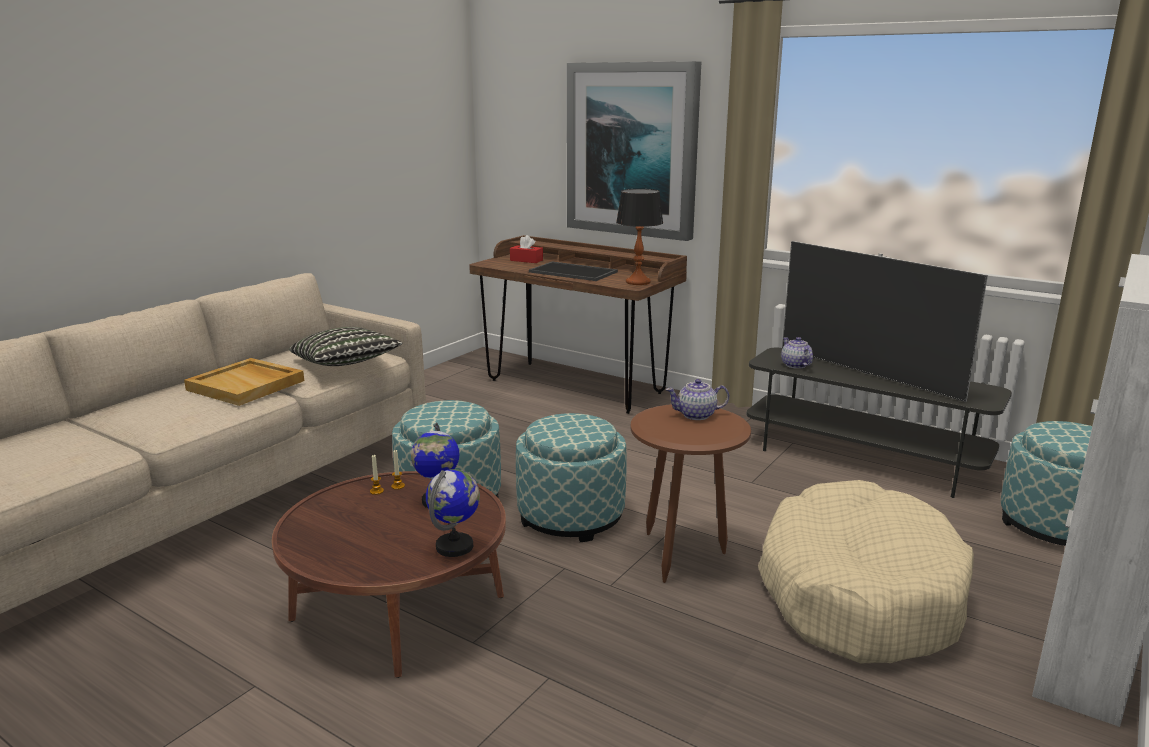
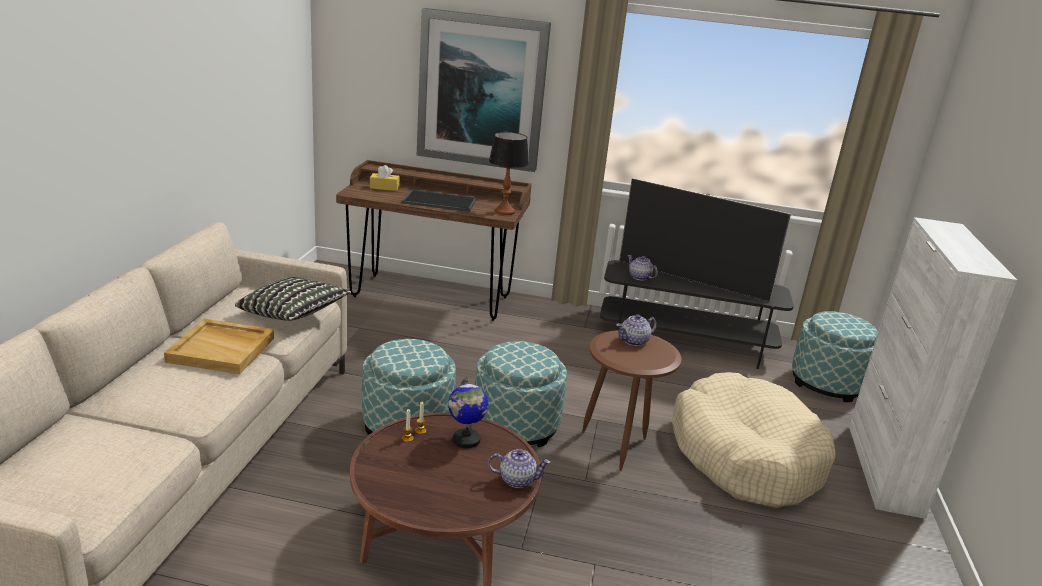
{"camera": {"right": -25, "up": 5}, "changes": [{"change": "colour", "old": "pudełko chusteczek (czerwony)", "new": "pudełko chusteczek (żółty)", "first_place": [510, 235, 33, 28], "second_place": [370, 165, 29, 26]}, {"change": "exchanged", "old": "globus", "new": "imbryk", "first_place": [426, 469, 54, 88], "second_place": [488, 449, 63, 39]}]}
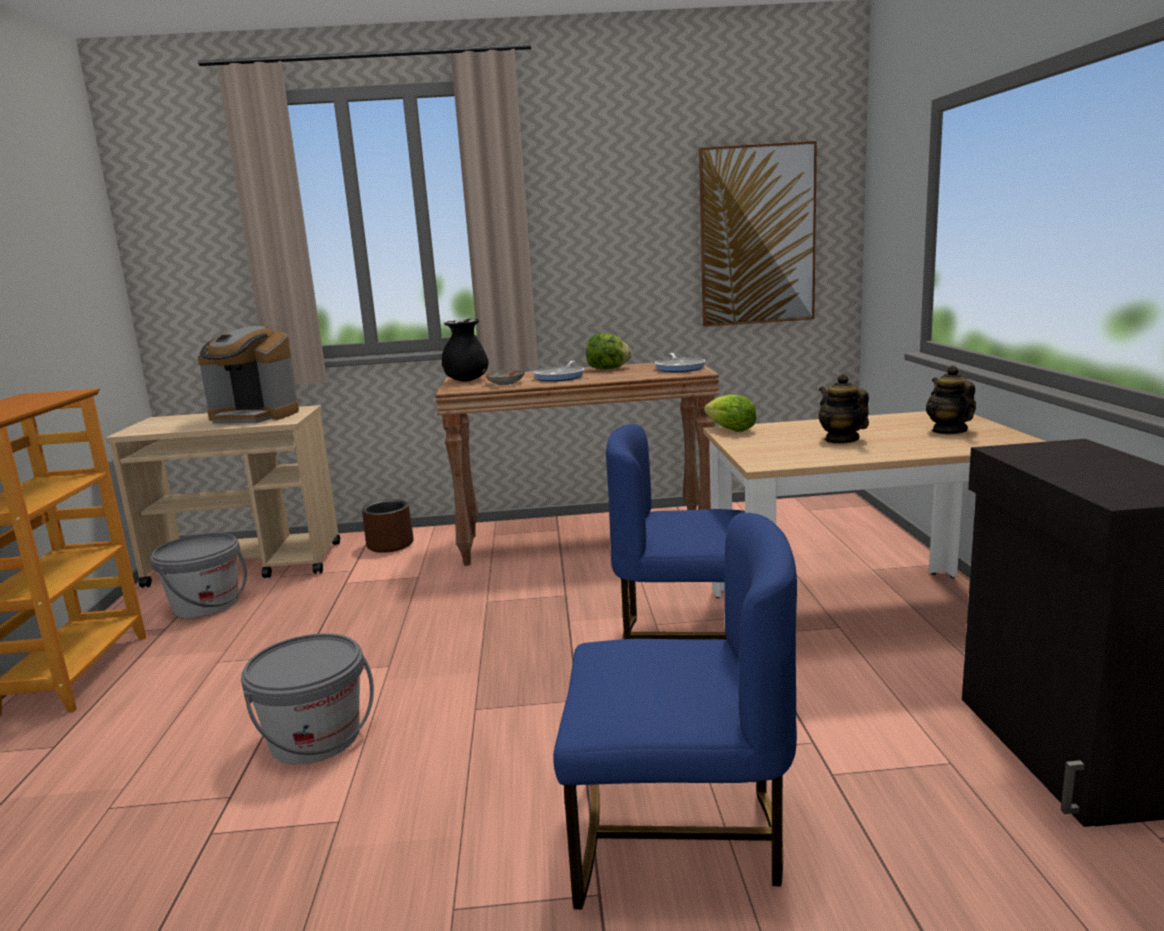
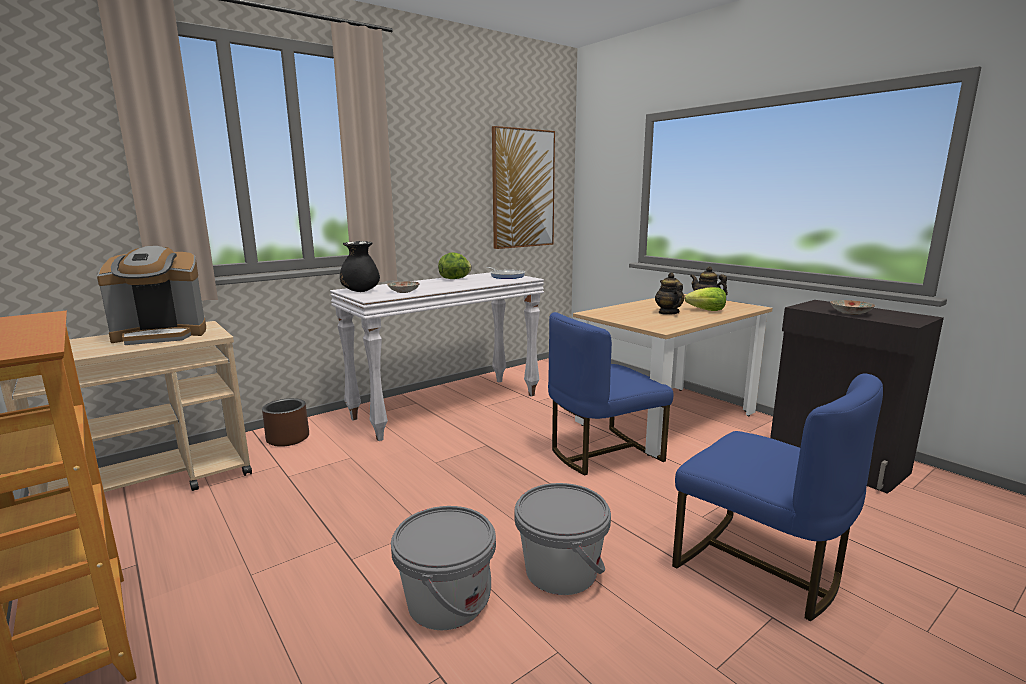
{"camera": {"right": -35, "up": 0}, "changes": [{"change": "missing", "old": "patelnia", "first_place": [533, 361, 51, 20]}, {"change": "colour", "old": "stolik konsolowy (brązowy)", "new": "stolik konsolowy (biały)", "first_place": [435, 363, 284, 203], "second_place": [330, 273, 214, 168]}, {"change": "spun", "old": "imbryk", "first_place": [819, 374, 50, 70], "second_place": [655, 272, 30, 43], "degrees": 45}, {"change": "relocated", "old": "sałata", "first_place": [704, 394, 53, 38], "second_place": [685, 287, 41, 24]}, {"change": "spun", "old": "krzesło (niebieski)", "first_place": [553, 513, 244, 396], "second_place": [672, 373, 211, 248], "degrees": 75}, {"change": "relocated", "old": "wiadro (szary)", "first_place": [150, 533, 97, 85], "second_place": [514, 483, 97, 112]}, {"change": "appeared", "new": "talerz", "second_place": [830, 300, 45, 15]}]}
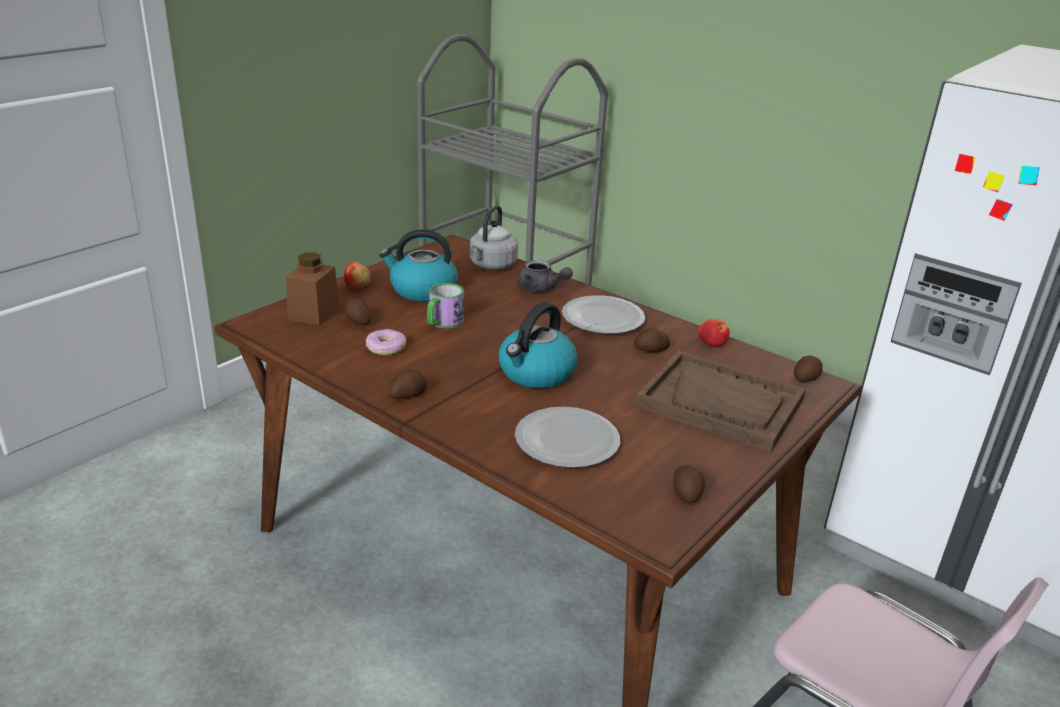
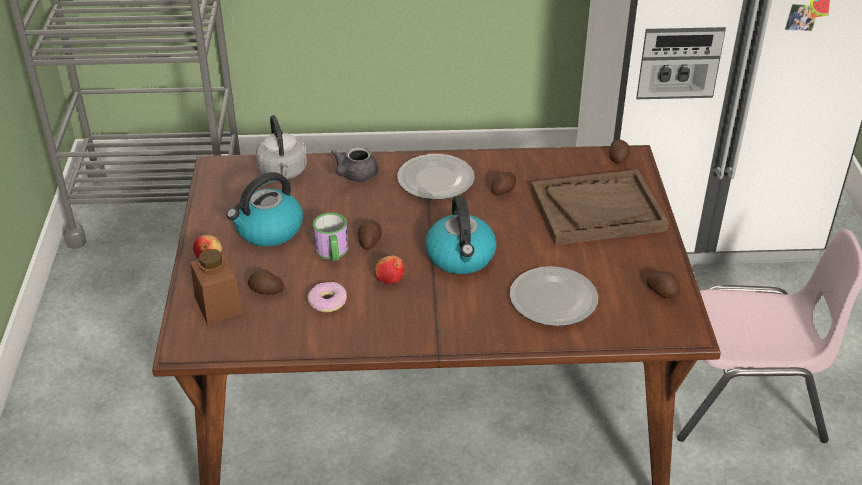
{"camera": {"right": -40, "up": 10}, "changes": [{"change": "spun", "old": "imbryk (szary)", "first_place": [518, 260, 55, 32], "second_place": [331, 147, 47, 34], "degrees": 120}, {"change": "relocated", "old": "jabłko", "first_place": [698, 319, 31, 28], "second_place": [375, 255, 30, 29]}, {"change": "relocated", "old": "ziemniak", "first_place": [389, 369, 38, 30], "second_place": [358, 220, 24, 29]}]}
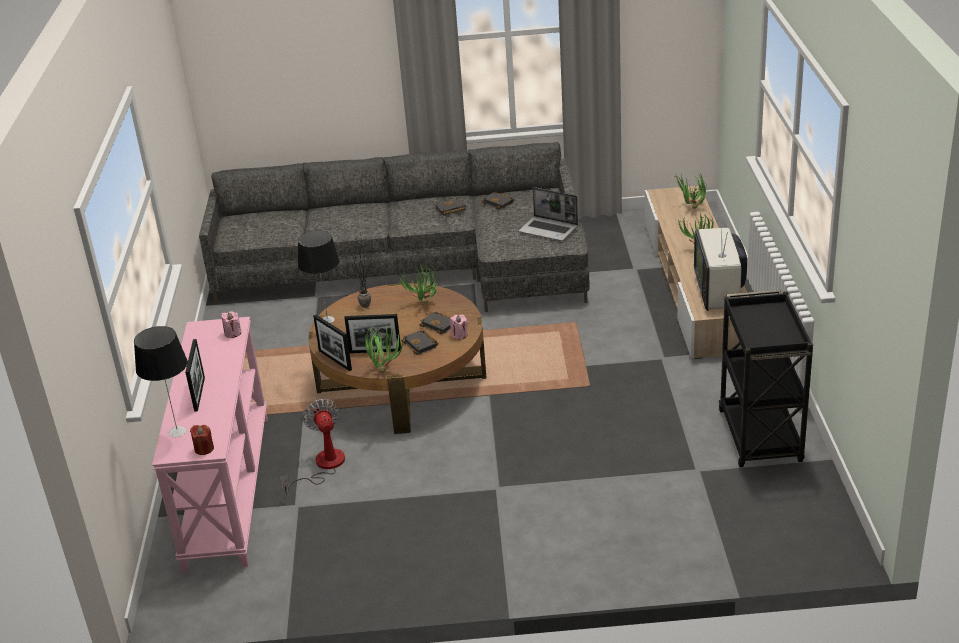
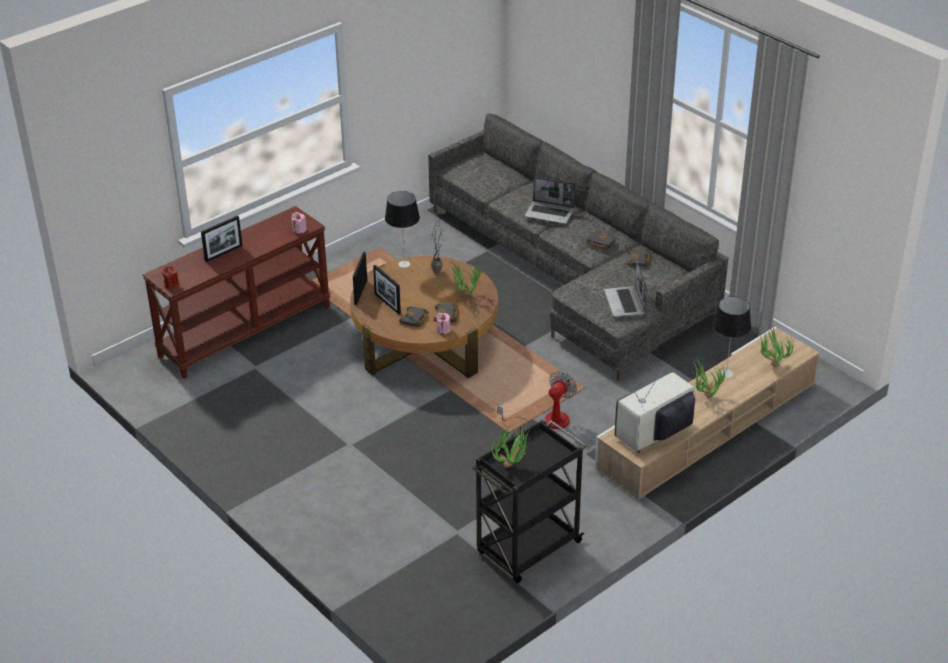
{"camera": {"right": 50, "up": 5}, "changes": [{"change": "colour", "old": "stolik konsolowy (różowy)", "new": "stolik konsolowy (brązowy)", "first_place": [152, 317, 116, 256], "second_place": [143, 206, 188, 173]}, {"change": "relocated", "old": "roślina doniczkowa", "first_place": [365, 324, 40, 49], "second_place": [492, 425, 40, 43]}, {"change": "relocated", "old": "lampa stołowa", "first_place": [134, 326, 54, 111], "second_place": [713, 297, 38, 80]}, {"change": "relocated", "old": "wentylator", "first_place": [280, 399, 65, 95], "second_place": [497, 371, 80, 58]}, {"change": "appeared", "new": "laptop", "second_place": [525, 176, 50, 48]}]}
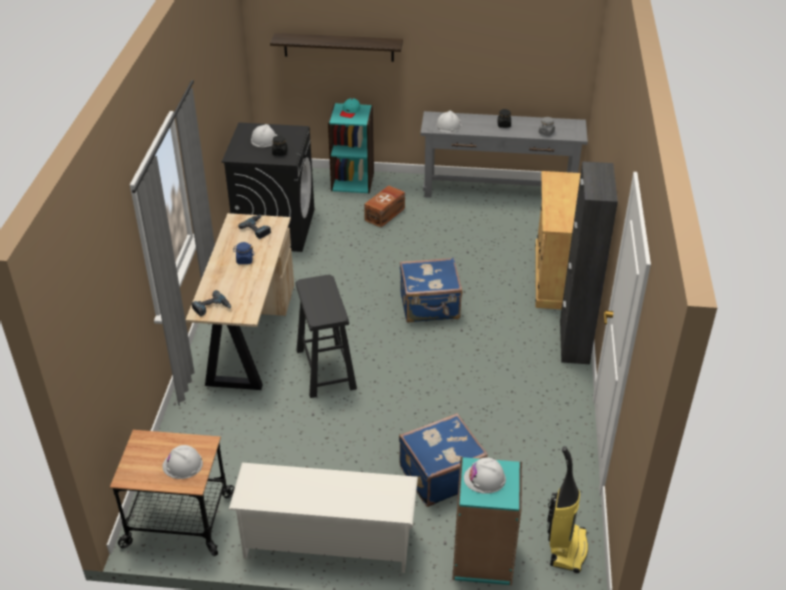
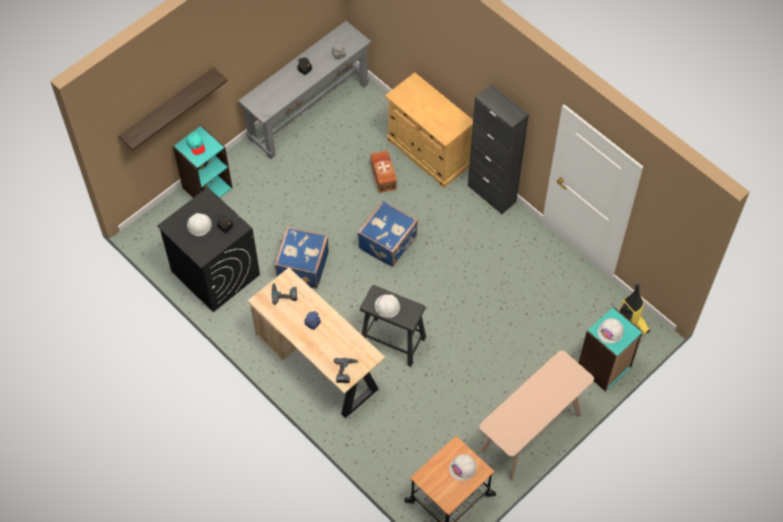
{"camera": {"right": -50, "up": 20}, "changes": [{"change": "relocated", "old": "kask (biały)", "first_place": [436, 110, 26, 23], "second_place": [375, 294, 25, 24]}, {"change": "relocated", "old": "pojemnik do przechowywania (brązowy)", "first_place": [364, 185, 41, 43], "second_place": [370, 150, 27, 43]}, {"change": "relocated", "old": "walizka (niebieski)", "first_place": [399, 413, 89, 94], "second_place": [274, 227, 55, 62]}, {"change": "exchanged", "old": "regał na buty (biały)", "new": "stolik konsolowy (beżowy)", "first_place": [229, 463, 189, 110], "second_place": [479, 351, 115, 130]}]}
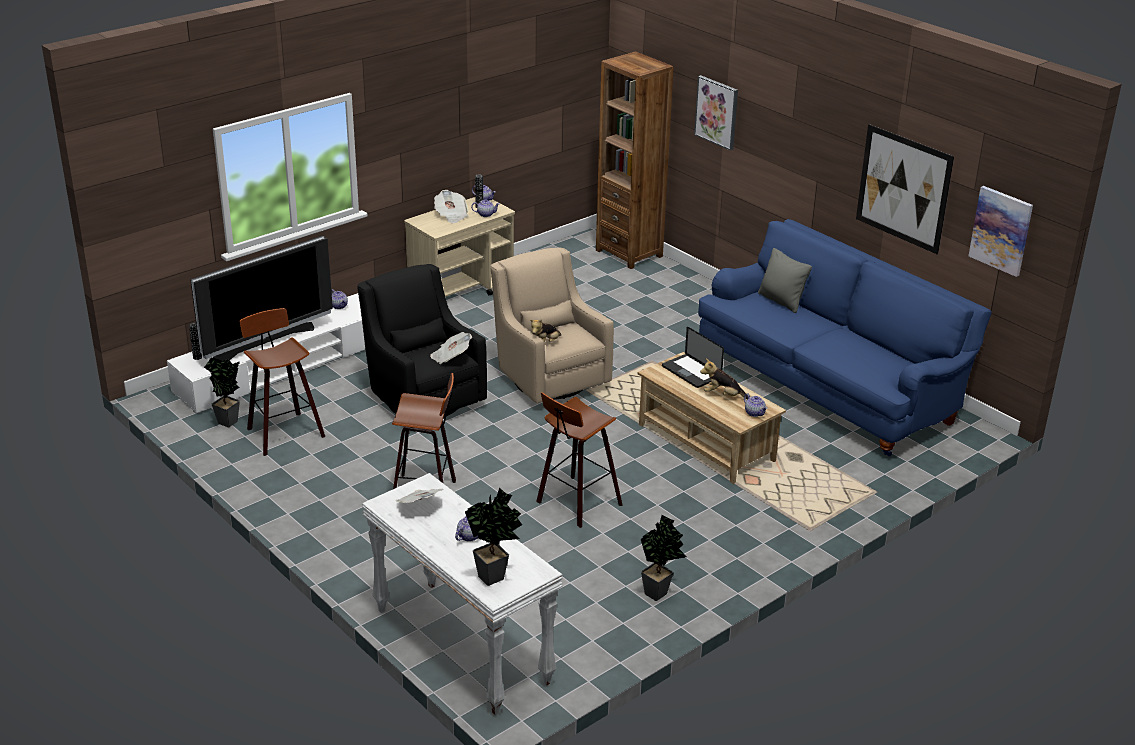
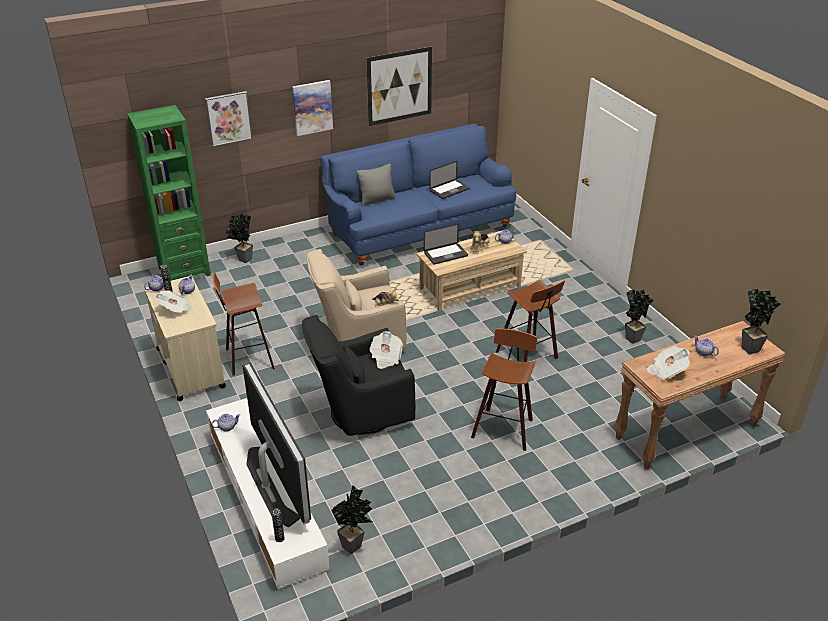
{"camera": {"right": -75, "up": 5}, "changes": [{"change": "colour", "old": "regał (brązowy)", "new": "regał (zielony)", "first_place": [596, 51, 78, 218], "second_place": [127, 105, 84, 175]}, {"change": "relocated", "old": "obraz", "first_place": [969, 186, 64, 91], "second_place": [292, 80, 41, 56]}, {"change": "relocated", "old": "stołek", "first_place": [240, 308, 85, 148], "second_place": [213, 273, 62, 102]}, {"change": "colour", "old": "stolik konsolowy (biały)", "new": "stolik konsolowy (brązowy)", "first_place": [362, 473, 201, 242], "second_place": [614, 321, 172, 149]}, {"change": "appeared", "new": "laptop", "second_place": [429, 161, 41, 38]}, {"change": "appeared", "new": "roślina doniczkowa", "second_place": [225, 214, 28, 49]}]}
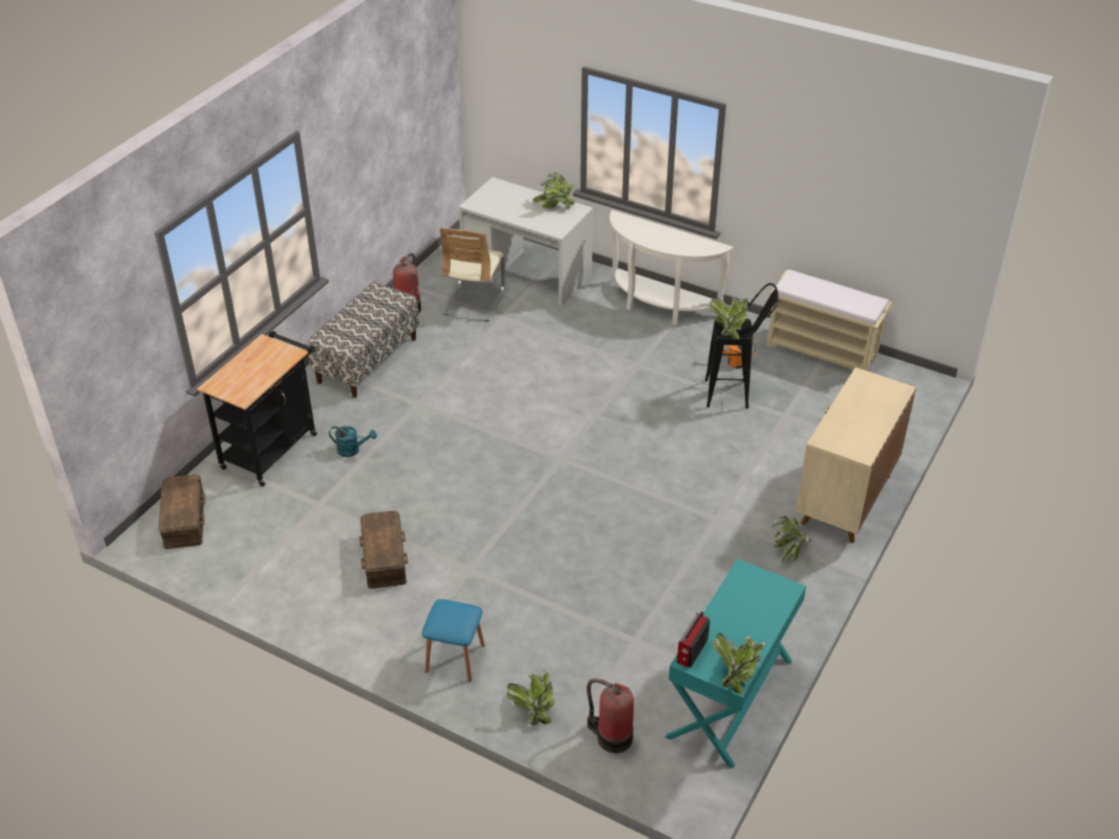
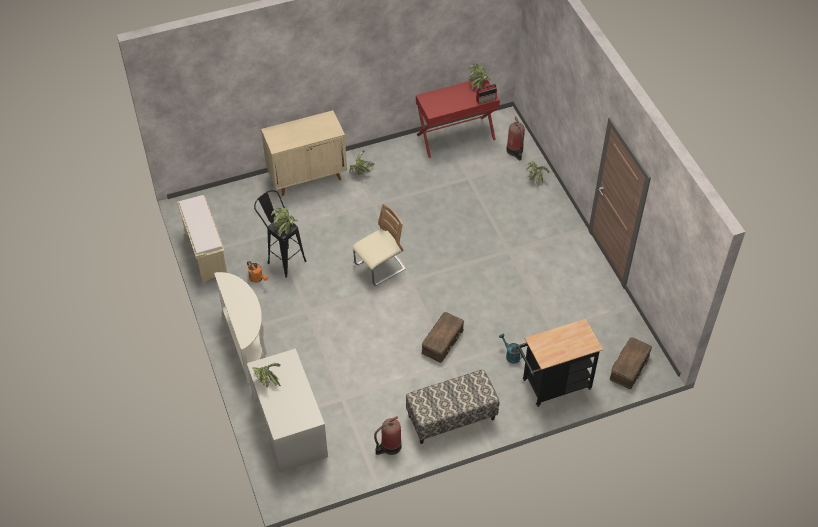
{"camera": {"right": -140, "up": 10}, "changes": [{"change": "relocated", "old": "krzesło (beżowy)", "first_place": [440, 227, 65, 95], "second_place": [352, 204, 53, 82]}, {"change": "relocated", "old": "pojemnik do przechowywania (brązowy)", "first_place": [359, 511, 49, 78], "second_place": [422, 312, 42, 51]}, {"change": "colour", "old": "stolik konsolowy (turkusowy)", "new": "stolik konsolowy (czerwony)", "first_place": [665, 559, 141, 209], "second_place": [416, 79, 84, 79]}, {"change": "missing", "old": "stołek (niebieski)", "first_place": [422, 599, 63, 83]}]}
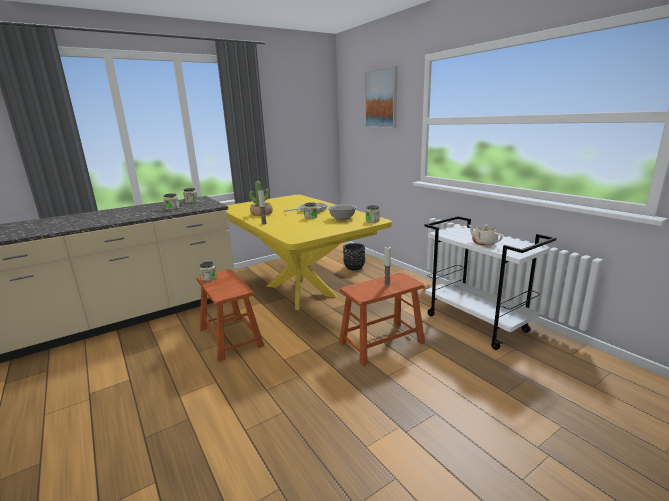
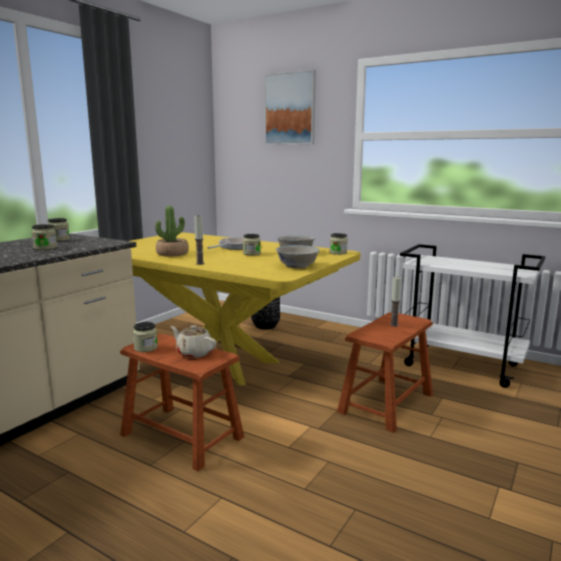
{"camera": {"right": -25, "up": -5}, "changes": [{"change": "relocated", "old": "imbryk (beżowy)", "first_place": [468, 225, 35, 21], "second_place": [171, 325, 46, 33]}, {"change": "appeared", "new": "miska (biały)", "second_place": [276, 245, 44, 23]}]}
